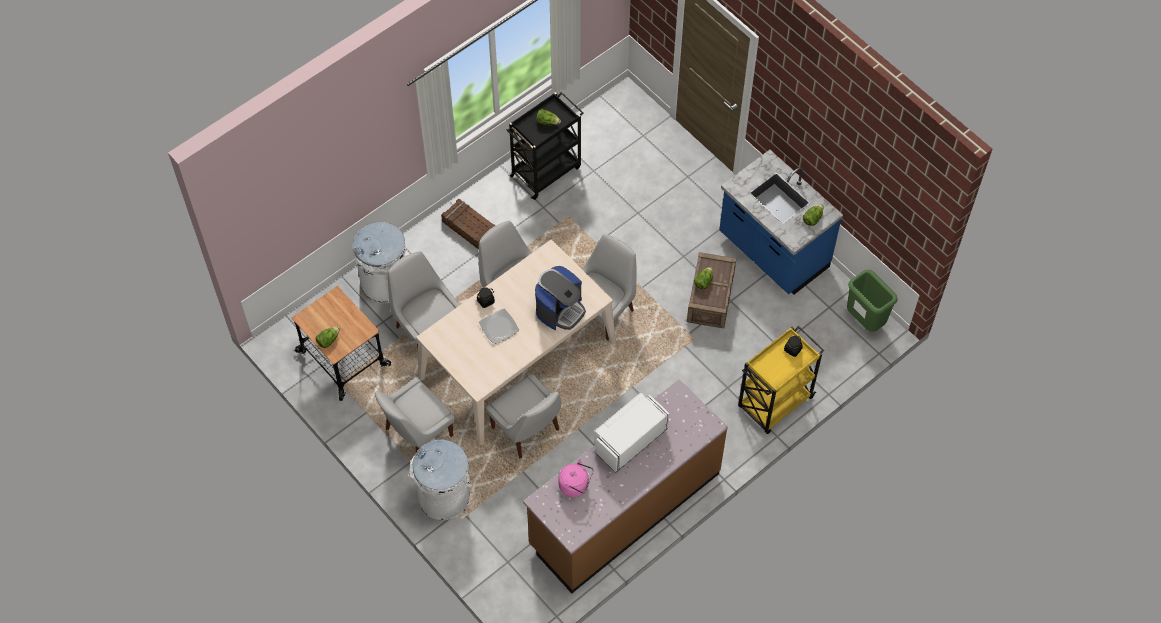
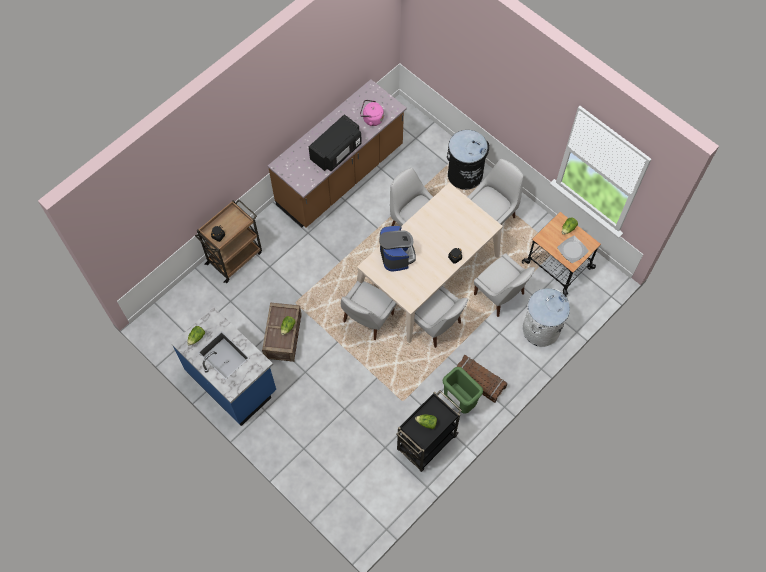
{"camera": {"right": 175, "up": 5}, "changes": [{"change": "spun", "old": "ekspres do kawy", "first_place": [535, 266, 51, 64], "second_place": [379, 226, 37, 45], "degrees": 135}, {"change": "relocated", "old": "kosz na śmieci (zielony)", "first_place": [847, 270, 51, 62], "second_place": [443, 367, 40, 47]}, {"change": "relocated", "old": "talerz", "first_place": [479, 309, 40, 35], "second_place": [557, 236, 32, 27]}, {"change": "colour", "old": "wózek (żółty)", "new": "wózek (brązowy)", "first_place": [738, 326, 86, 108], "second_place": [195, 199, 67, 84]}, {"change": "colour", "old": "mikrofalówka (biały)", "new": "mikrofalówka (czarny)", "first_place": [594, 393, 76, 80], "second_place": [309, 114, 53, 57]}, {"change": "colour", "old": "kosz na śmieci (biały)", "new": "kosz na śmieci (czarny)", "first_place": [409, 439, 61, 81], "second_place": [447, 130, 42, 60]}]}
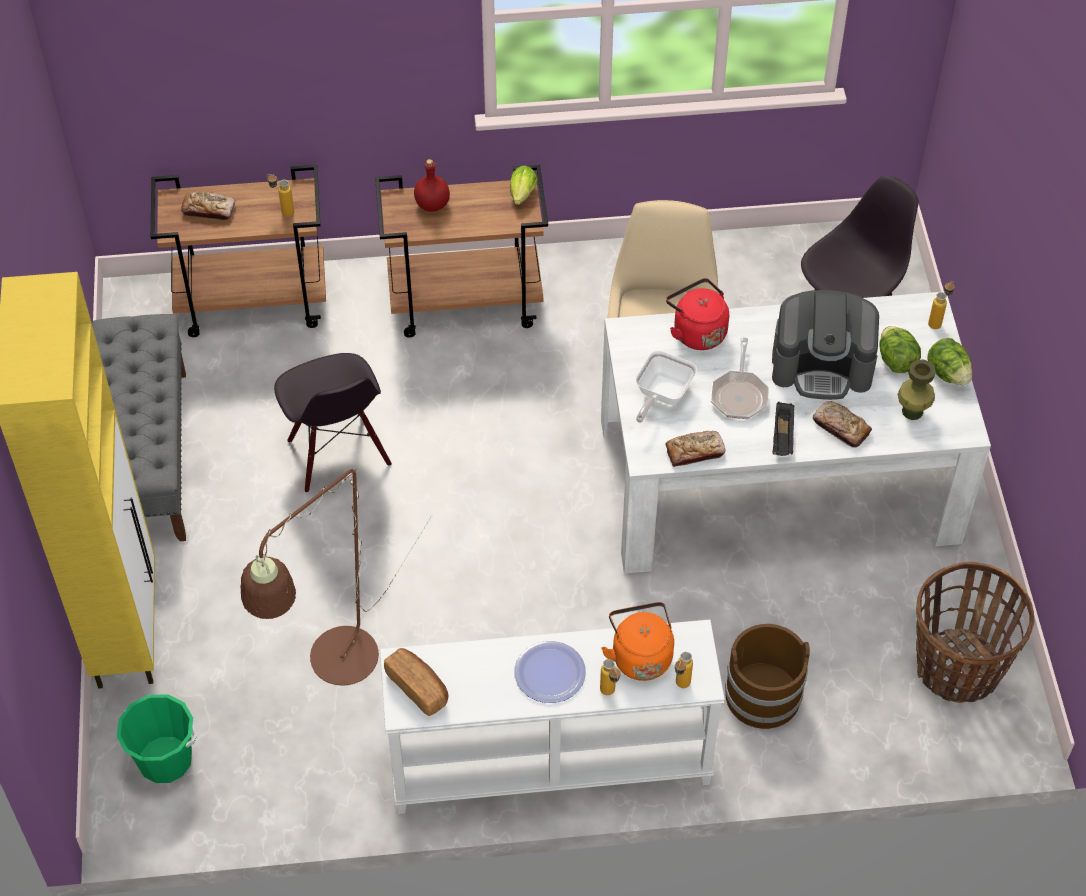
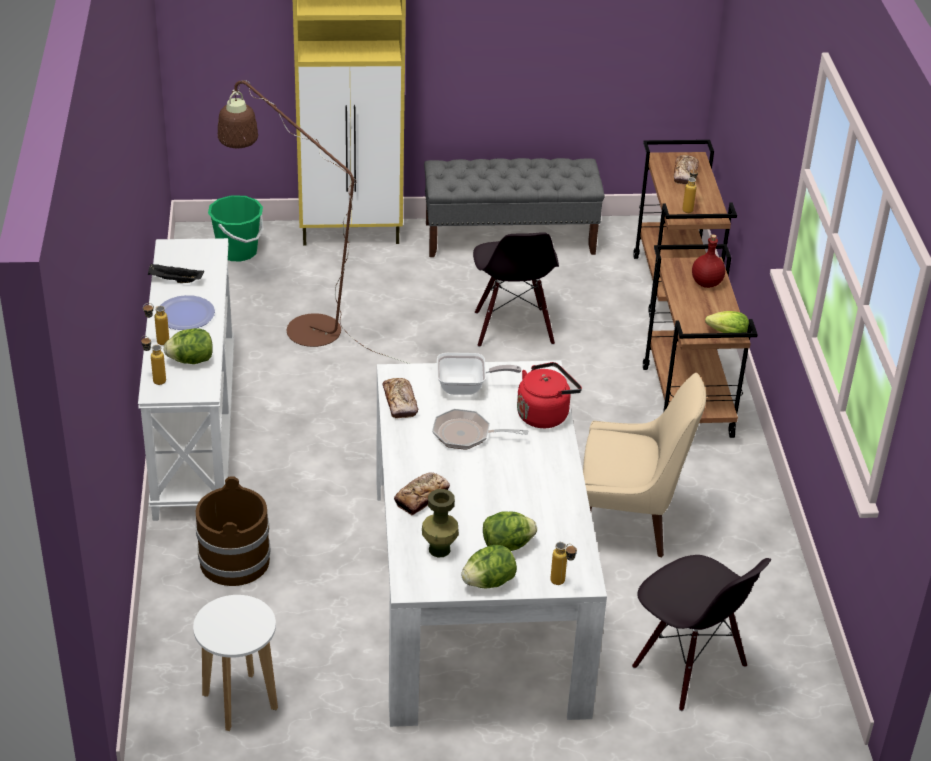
{"camera": {"right": 90, "up": -15}, "changes": [{"change": "missing", "old": "ekspres do kawy", "first_place": [772, 290, 107, 110]}, {"change": "spun", "old": "patelnia", "first_place": [635, 351, 62, 72], "second_place": [437, 353, 84, 42], "degrees": 150}, {"change": "spun", "old": "krzesło (czarny)", "first_place": [274, 353, 118, 140], "second_place": [473, 232, 86, 115], "degrees": -75}, {"change": "relocated", "old": "taca (czarny)", "first_place": [773, 402, 21, 54], "second_place": [148, 264, 56, 19]}, {"change": "exchanged", "old": "koszyk", "new": "stołek (biały)", "first_place": [916, 562, 119, 141], "second_place": [193, 595, 85, 136]}, {"change": "exchanged", "old": "czajnik (pomarańczowy)", "new": "sałata", "first_place": [601, 602, 73, 79], "second_place": [164, 328, 49, 36]}, {"change": "missing", "old": "chleb", "first_place": [384, 648, 65, 68]}]}
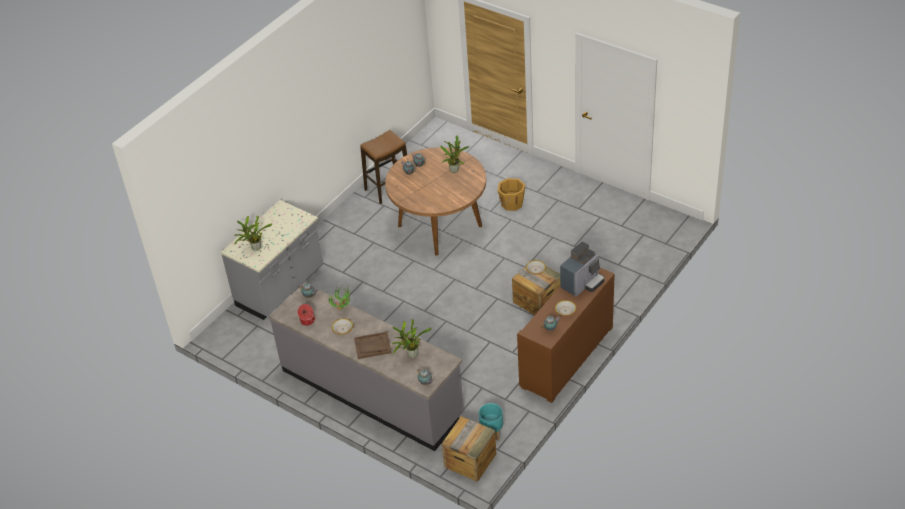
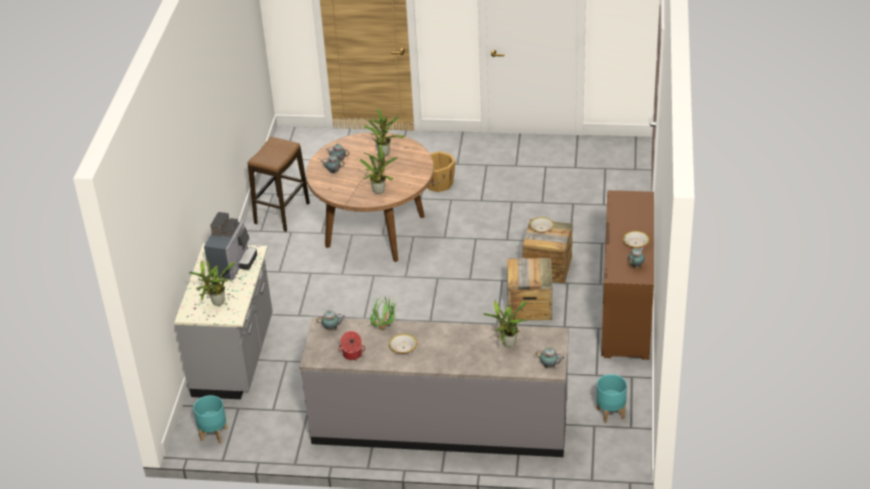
{"camera": {"right": -30, "up": -5}, "changes": [{"change": "relocated", "old": "ekspres do kawy", "first_place": [560, 242, 44, 55], "second_place": [204, 212, 53, 68]}, {"change": "missing", "old": "taca (brązowy)", "first_place": [354, 332, 38, 27]}, {"change": "relocated", "old": "skrzynka", "first_place": [442, 416, 54, 66], "second_place": [507, 258, 45, 62]}, {"change": "appeared", "new": "roślina doniczkowa", "second_place": [360, 145, 38, 49]}, {"change": "appeared", "new": "donica (turkusowy)", "second_place": [193, 395, 34, 48]}]}
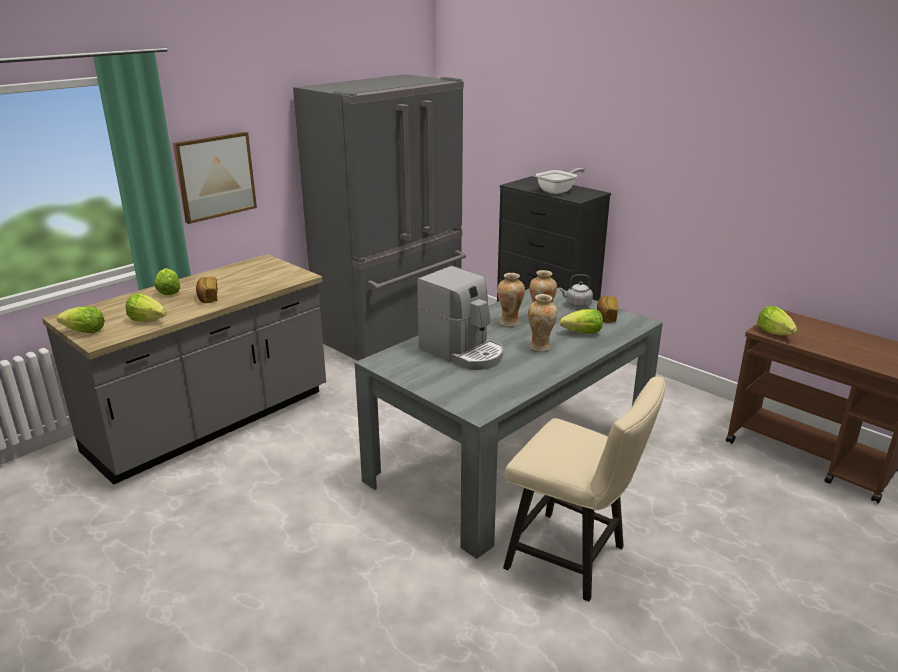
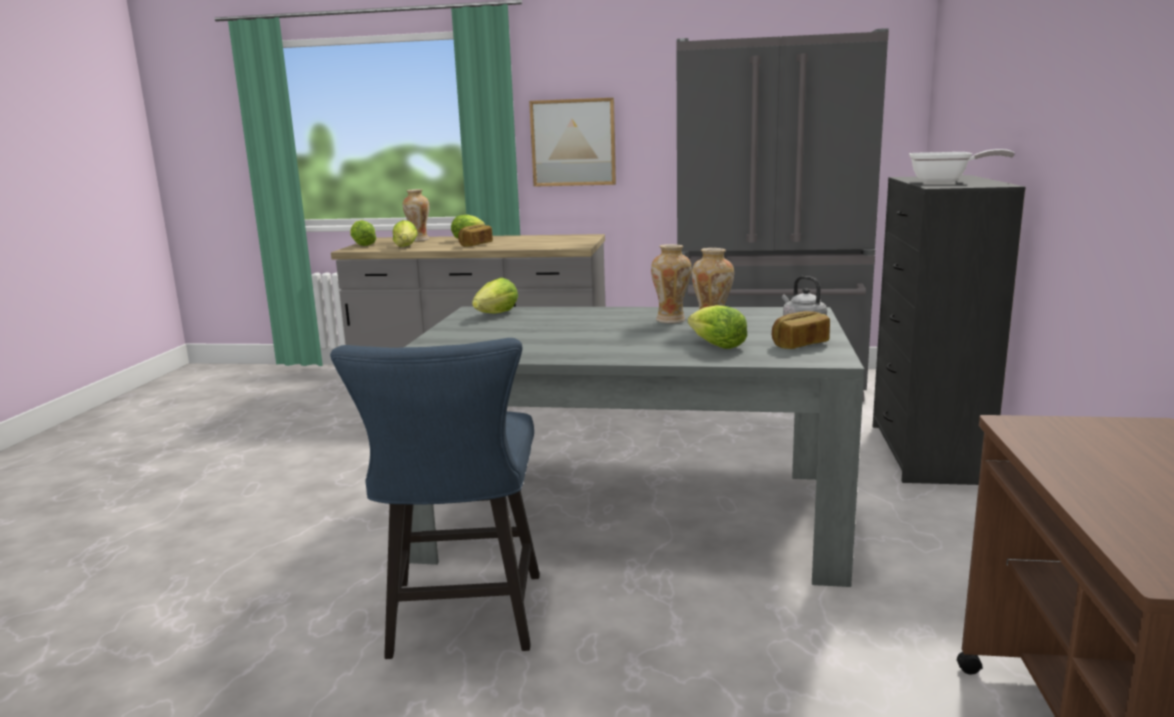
{"camera": {"right": 55, "up": -10}, "changes": [{"change": "missing", "old": "ekspres do kawy", "first_place": [417, 266, 86, 104]}, {"change": "relocated", "old": "wazon", "first_place": [528, 294, 30, 58], "second_place": [403, 189, 27, 52]}, {"change": "relocated", "old": "sałata", "first_place": [757, 306, 41, 29], "second_place": [472, 278, 46, 35]}, {"change": "colour", "old": "krzesło (beżowy)", "new": "krzesło (niebieski)", "first_place": [503, 376, 162, 226], "second_place": [330, 338, 210, 321]}]}
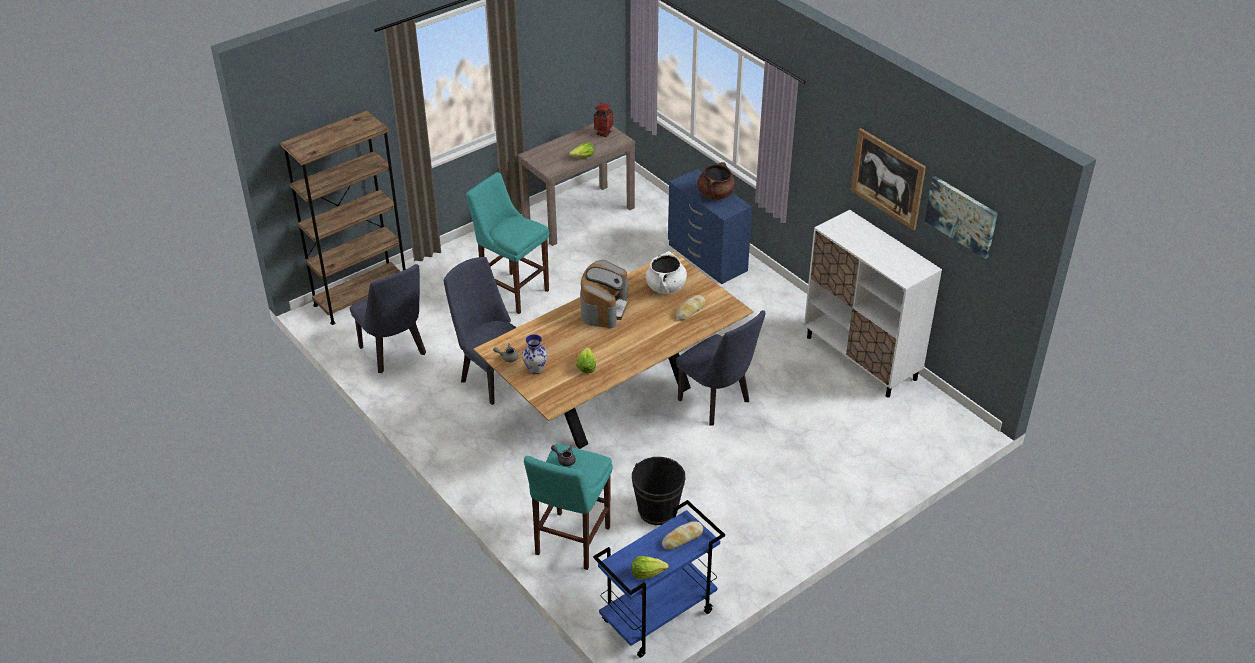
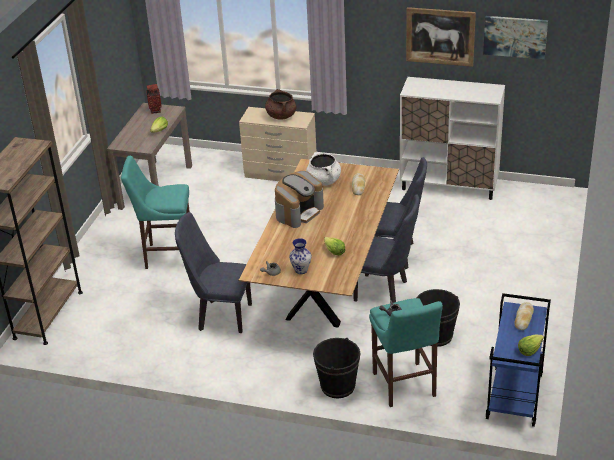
{"camera": {"right": -35, "up": -5}, "changes": [{"change": "colour", "old": "komoda (niebieski)", "new": "komoda (beżowy)", "first_place": [668, 169, 84, 115], "second_place": [239, 107, 78, 74]}, {"change": "spun", "old": "ekspres do kawy", "first_place": [580, 260, 48, 68], "second_place": [275, 171, 49, 57], "degrees": 60}, {"change": "relocated", "old": "krzesło (niebieski)", "first_place": [350, 264, 76, 109], "second_place": [353, 194, 66, 109]}, {"change": "appeared", "new": "wiadro (czarny)", "second_place": [313, 338, 47, 60]}]}
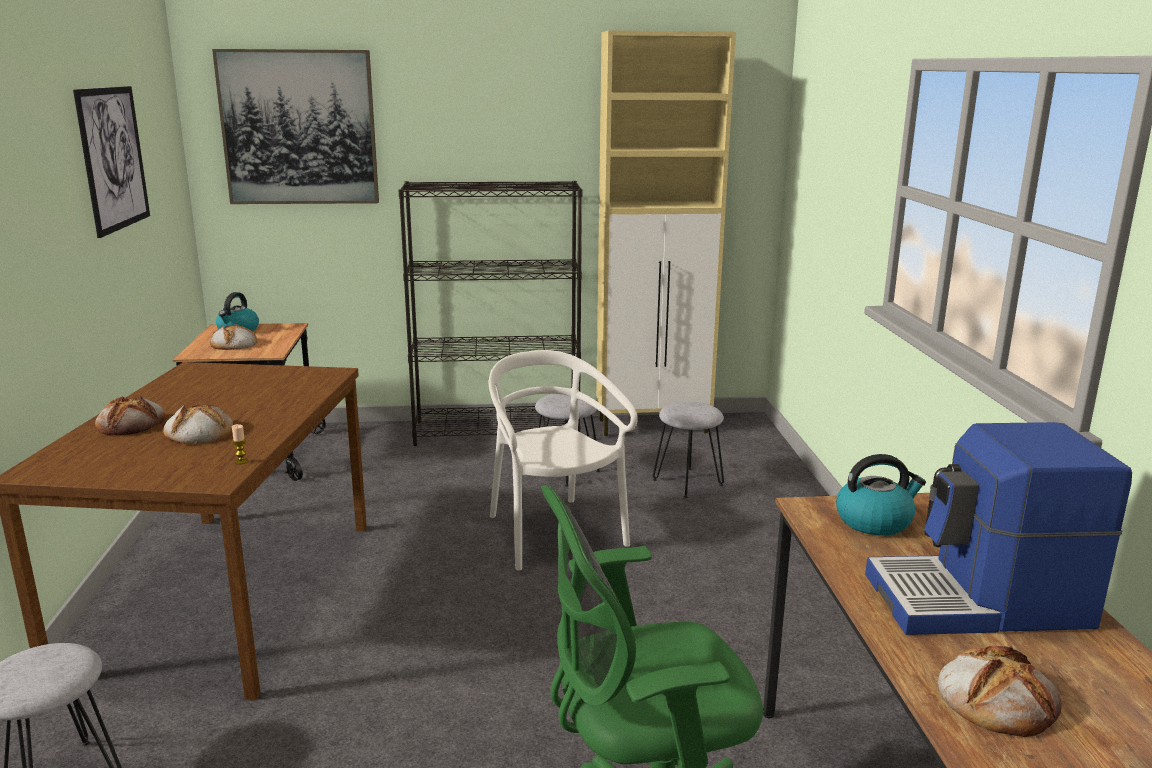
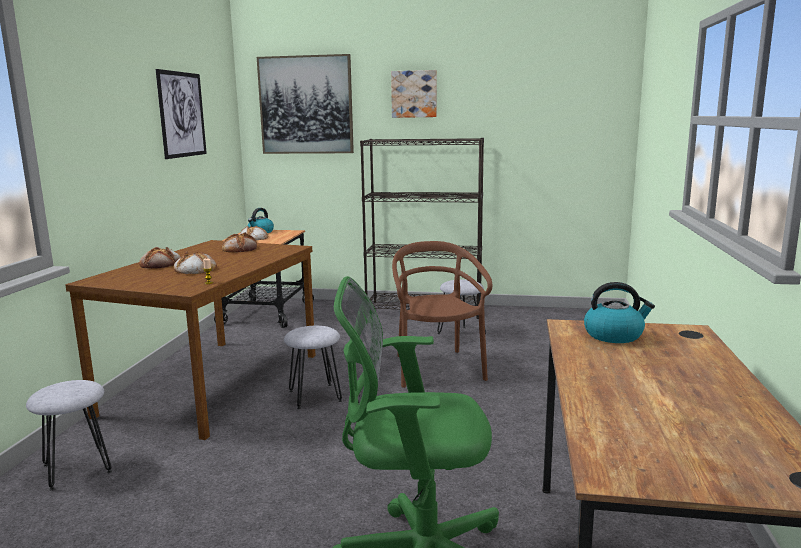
{"camera": {"right": 15, "up": -5}, "changes": [{"change": "missing", "old": "szafka (beżowy)", "first_place": [596, 30, 140, 406]}, {"change": "colour", "old": "krzesło (biały)", "new": "krzesło (brązowy)", "first_place": [489, 350, 149, 221], "second_place": [392, 241, 100, 147]}, {"change": "relocated", "old": "stołek (szary)", "first_place": [653, 402, 71, 96], "second_place": [284, 326, 58, 83]}, {"change": "missing", "old": "ekspres do kawy", "first_place": [865, 422, 267, 213]}, {"change": "relocated", "old": "chleb", "first_place": [938, 646, 124, 91], "second_place": [222, 232, 35, 21]}, {"change": "appeared", "new": "obraz", "second_place": [391, 70, 46, 48]}]}
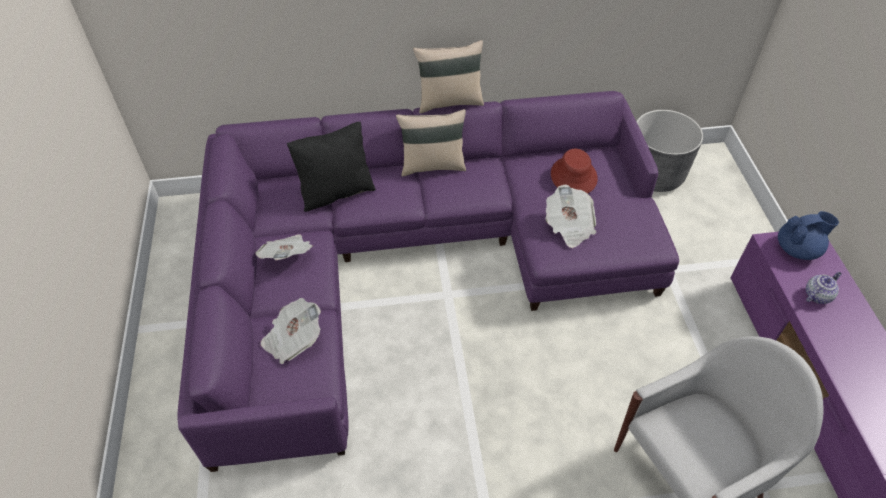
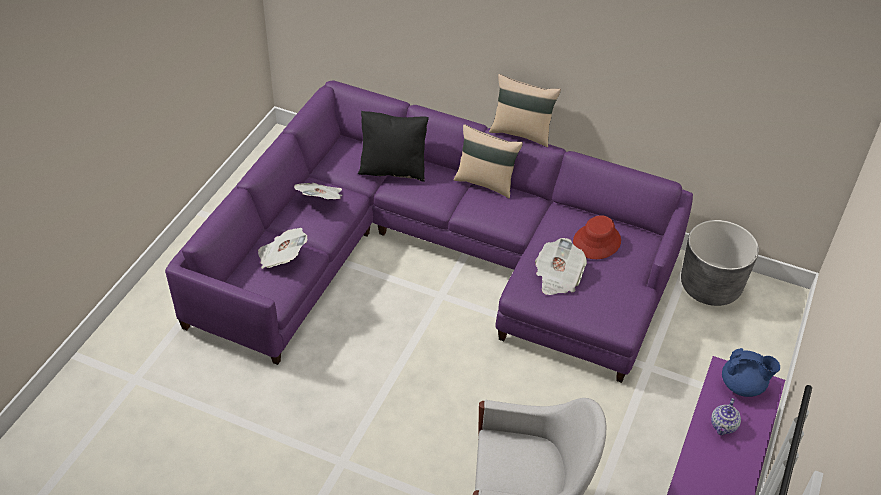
{"camera": {"right": 30, "up": -5}, "changes": [{"change": "spun", "old": "imbryk", "first_place": [806, 272, 36, 32], "second_place": [711, 398, 30, 37], "degrees": 120}]}
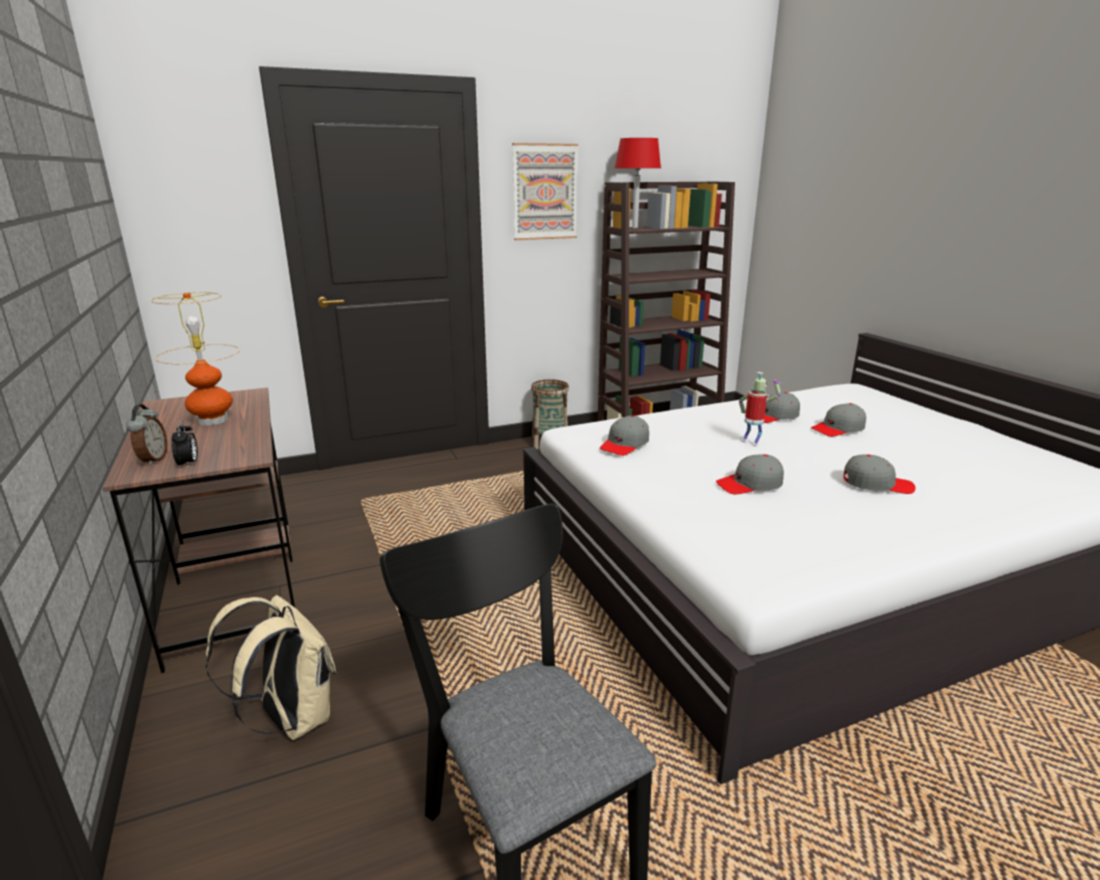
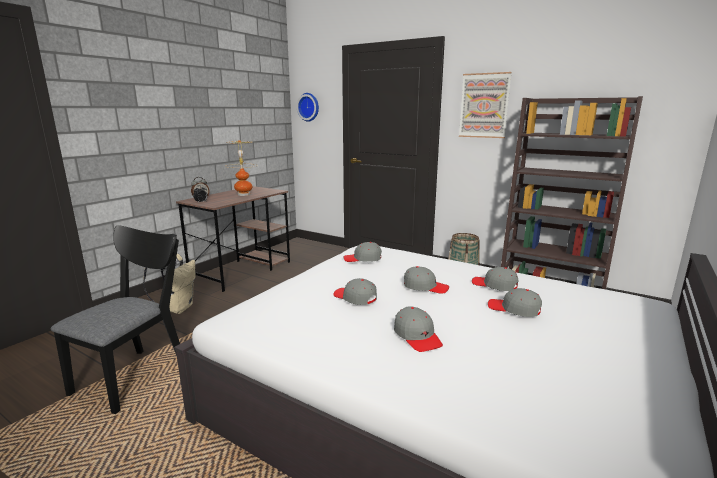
{"camera": {"right": 55, "up": -5}, "changes": [{"change": "missing", "old": "lampa stołowa (czerwony)", "first_place": [615, 138, 46, 90]}, {"change": "exchanged", "old": "robot zabawkowy", "new": "czapka z daszkiem (szary)", "first_place": [739, 372, 42, 75], "second_place": [404, 266, 45, 27]}, {"change": "appeared", "new": "zegar ścienny", "second_place": [297, 93, 22, 29]}]}
